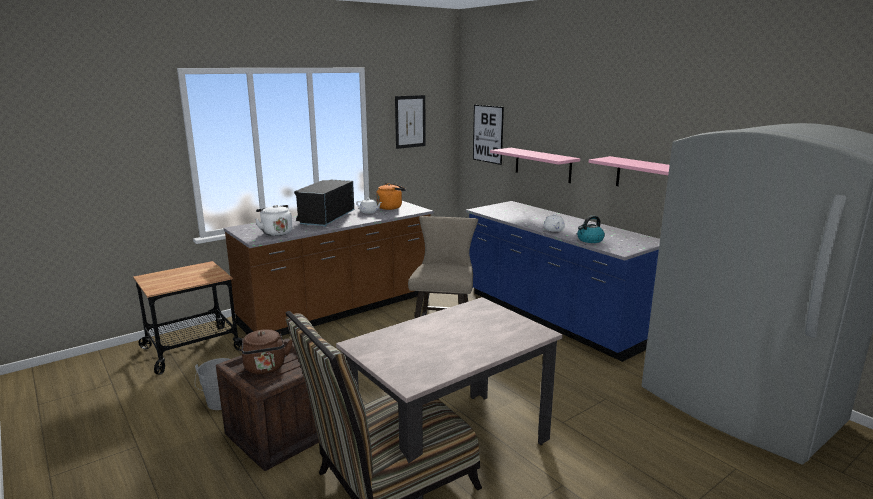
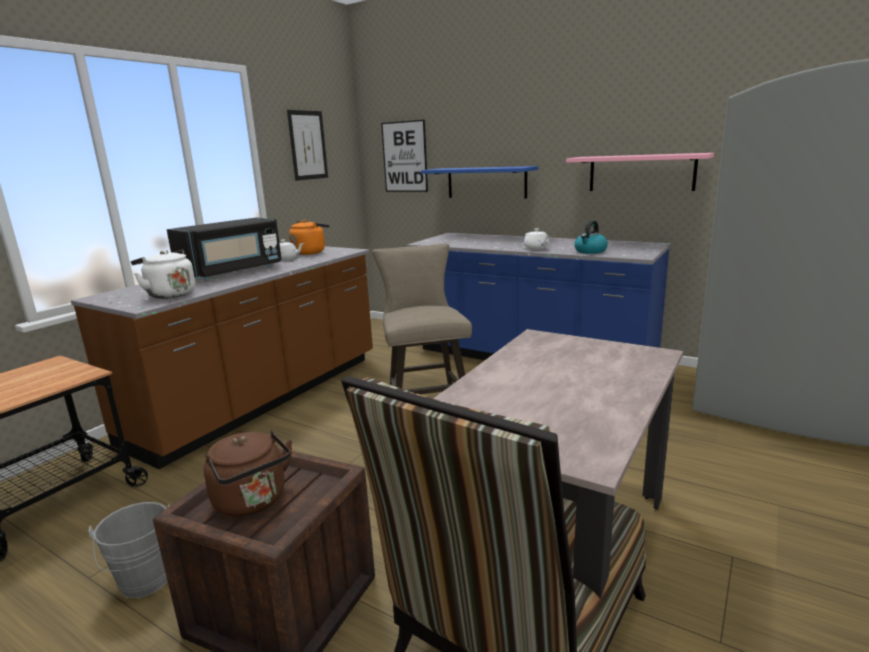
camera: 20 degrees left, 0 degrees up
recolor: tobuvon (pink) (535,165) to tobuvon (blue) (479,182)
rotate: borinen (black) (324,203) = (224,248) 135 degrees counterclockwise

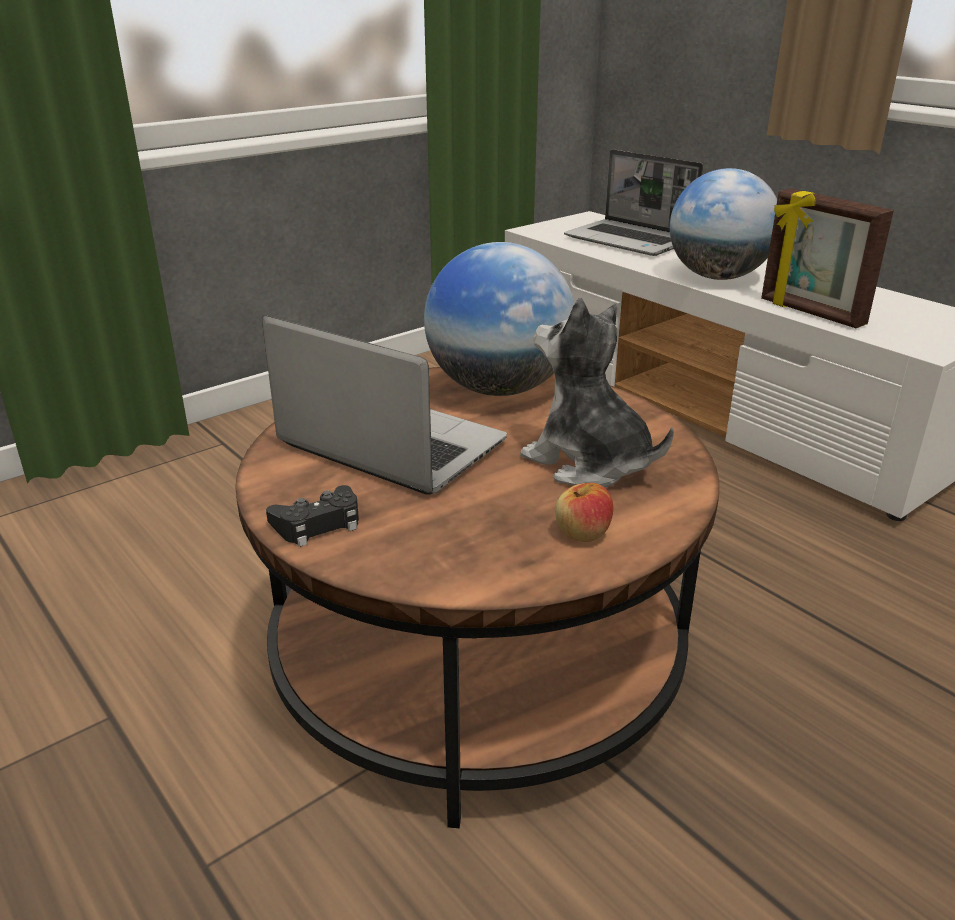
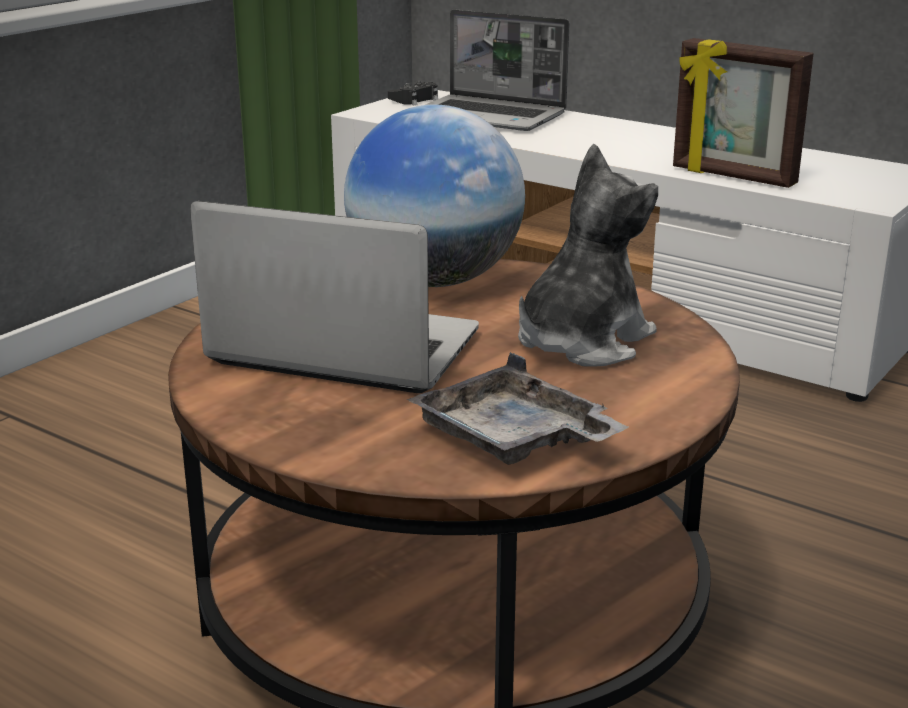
camera: 15 degrees left, 5 degrees down
delete: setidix (584,512); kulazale (723,224)
insert: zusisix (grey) (517,408)
move: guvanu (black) (312,516) to (413,93)
rotate: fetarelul (597,393) = (588,254) 105 degrees clockwise

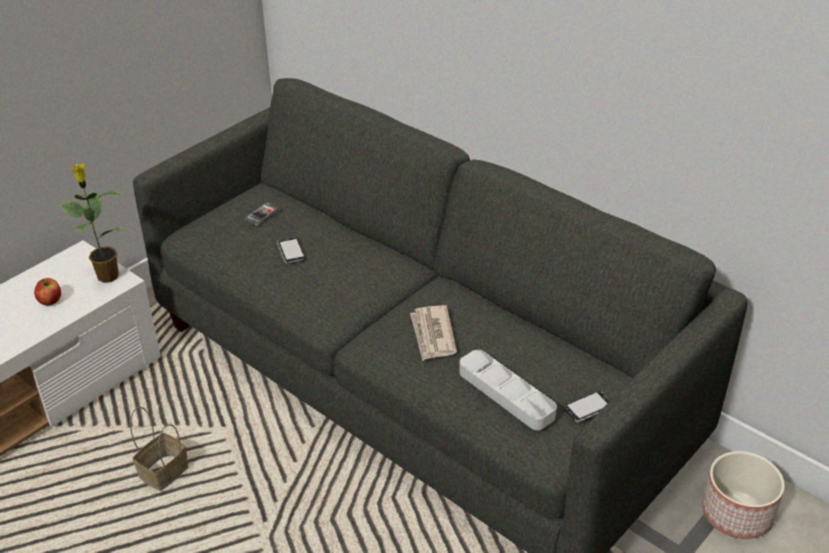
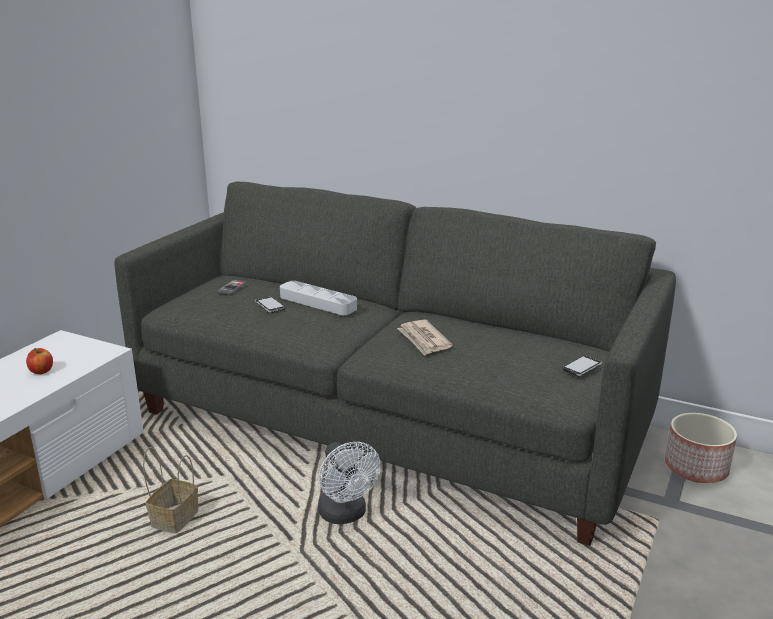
camera: 15 degrees left, 15 degrees down
delete: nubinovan (91,223)
insert: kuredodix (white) (349,483)
move: zusisix (grey) (508,390) to (318,298)

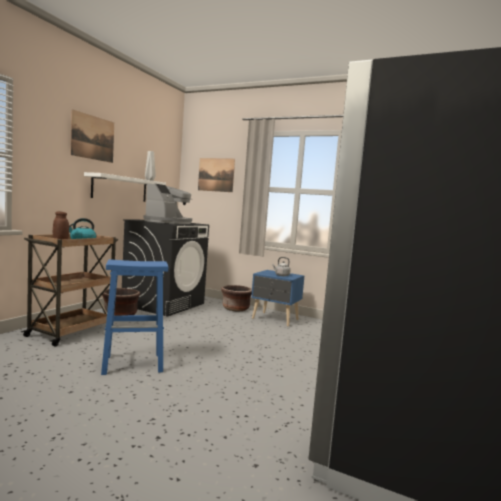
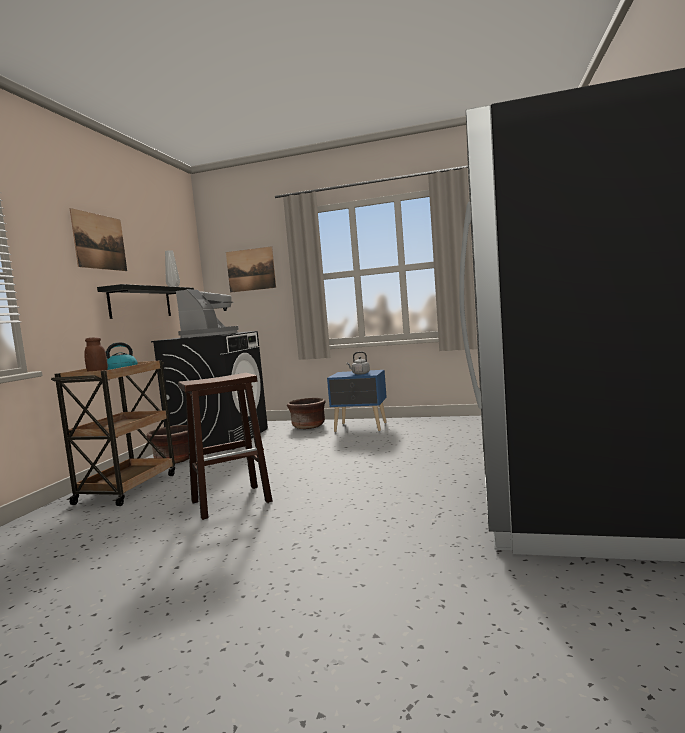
camera: 10 degrees left, 0 degrees up
recolor: tobuvon (white) (125,187) to tobuvon (black) (145,301); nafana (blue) (134,317) to nafana (brown) (225,446)

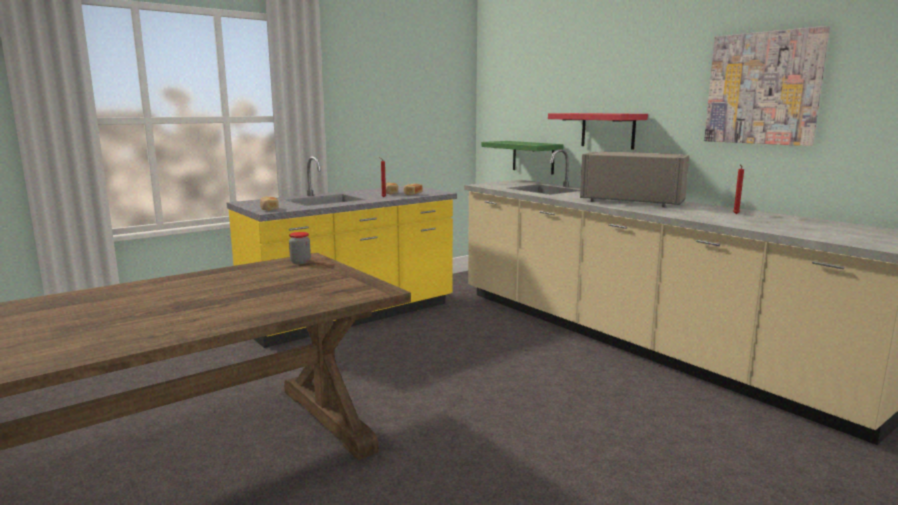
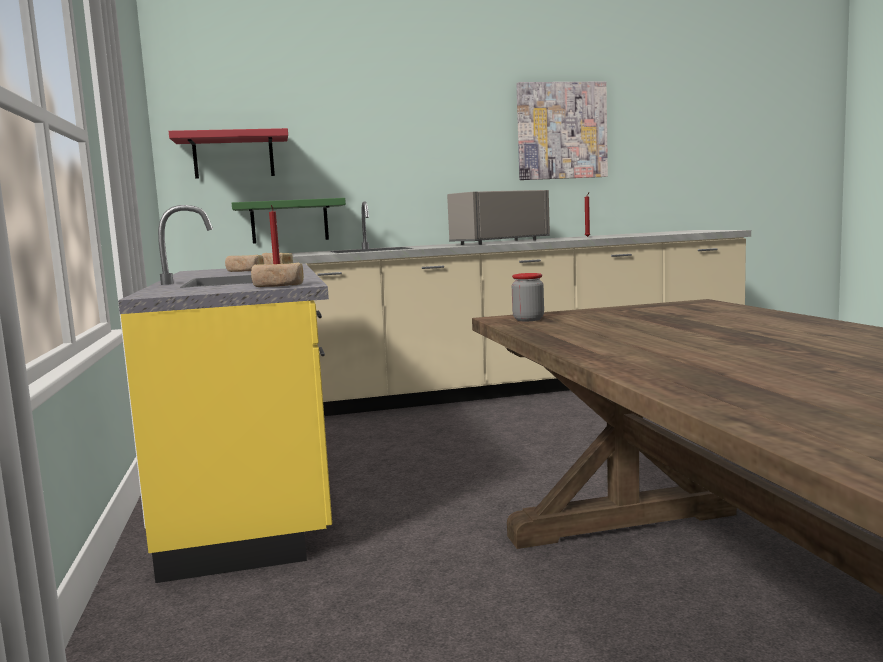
camera: 65 degrees left, 5 degrees down
move: tobuvon (red) (598,131) to (228,153)

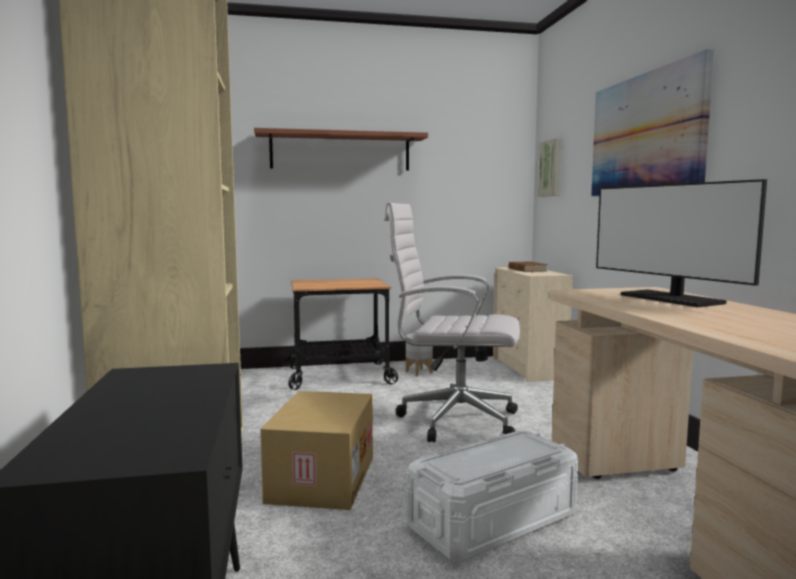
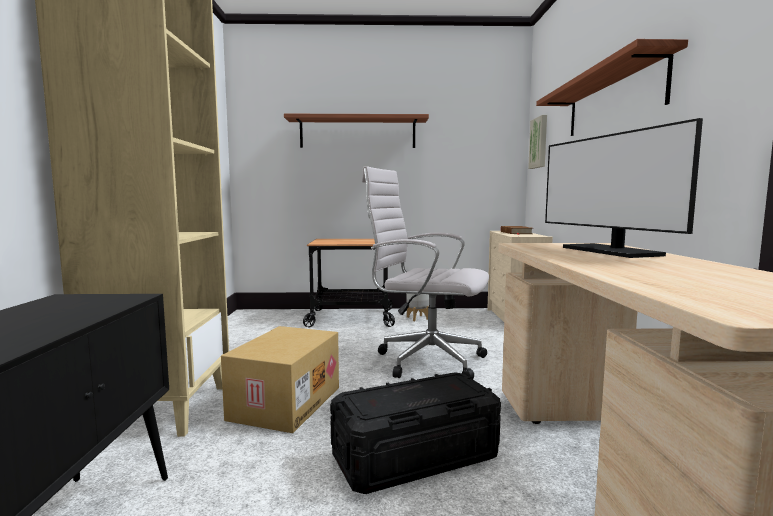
camera: 10 degrees right, 0 degrees up
replace: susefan (652,122) to tobuvon (612,87)
recolor: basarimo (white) (492,495) to basarimo (black) (415,433)

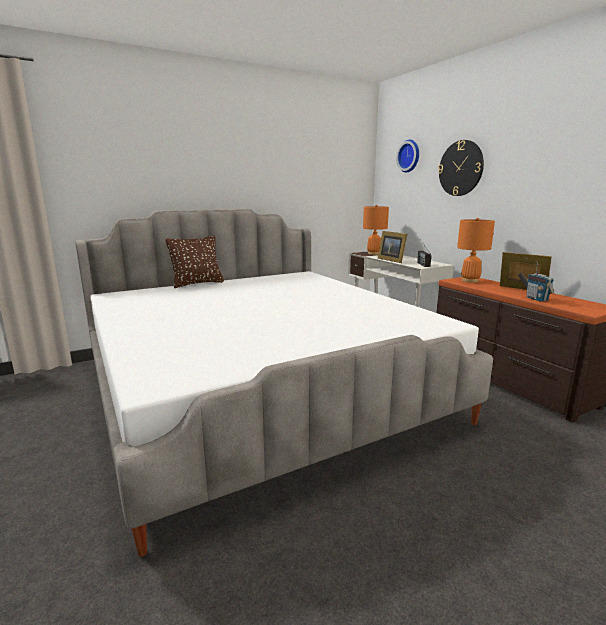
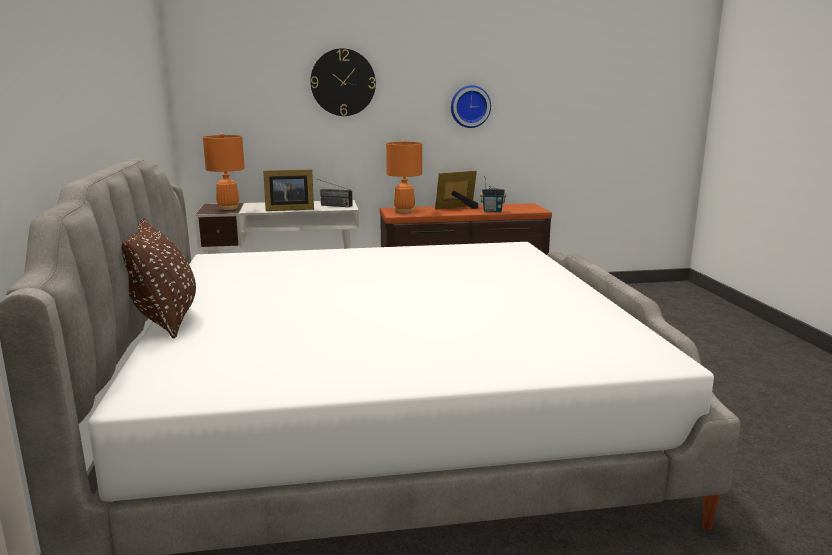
camera: 70 degrees left, 0 degrees up
move: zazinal (407,156) to (471,106)

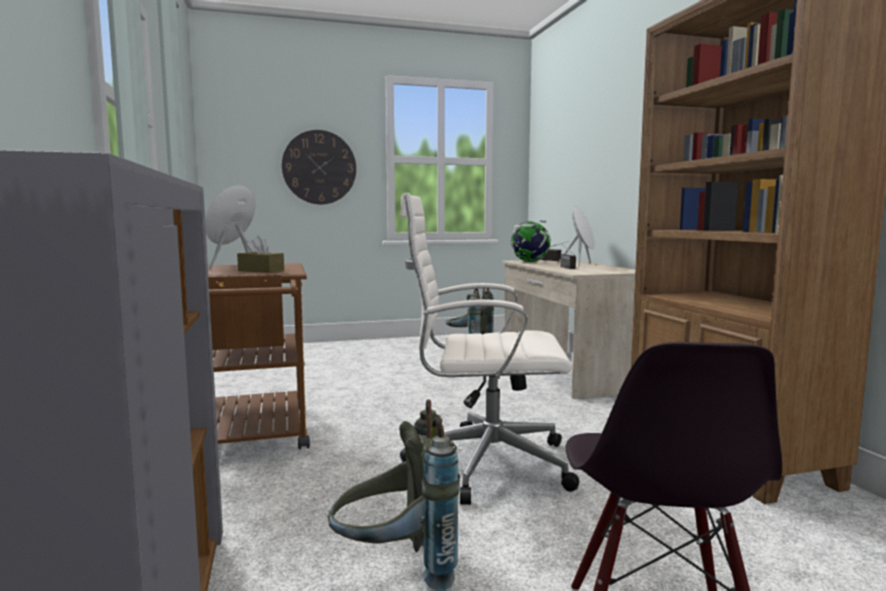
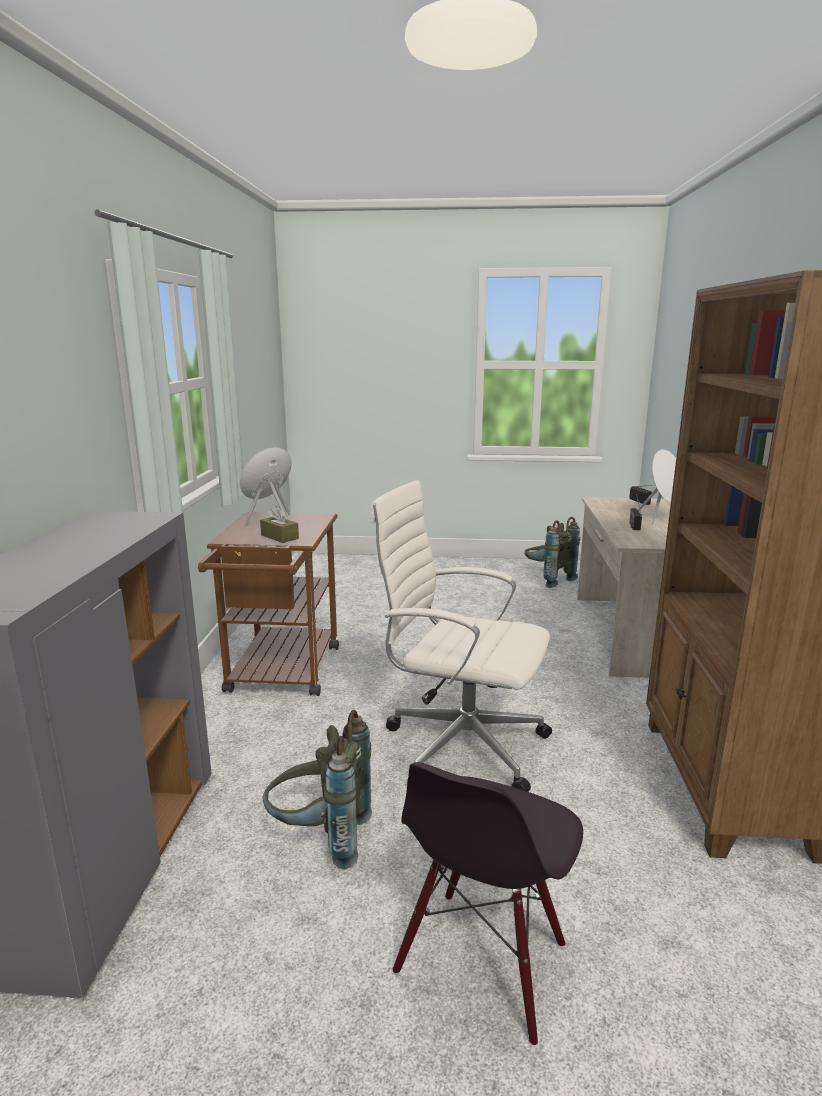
camera: 20 degrees right, 10 degrees up
delete: zazinal (319,167); kulazale (530,241)

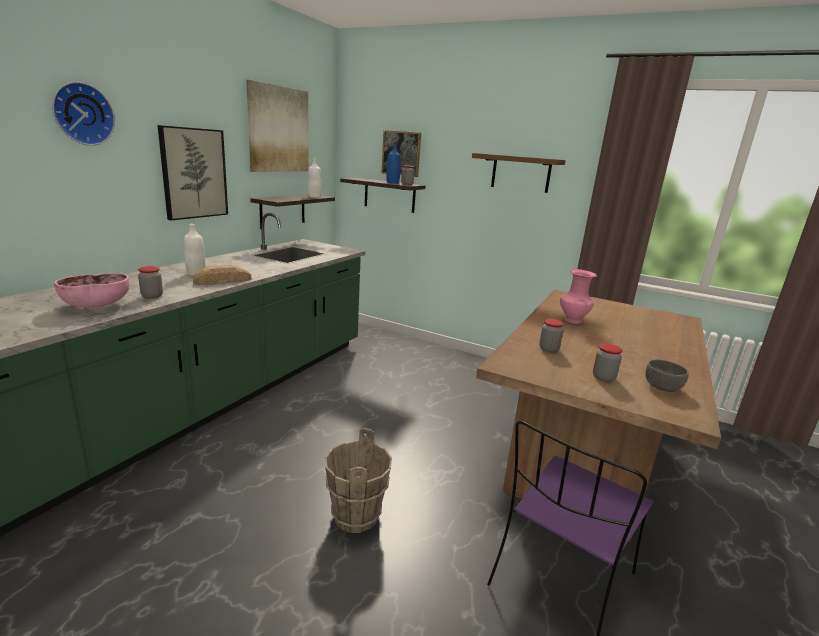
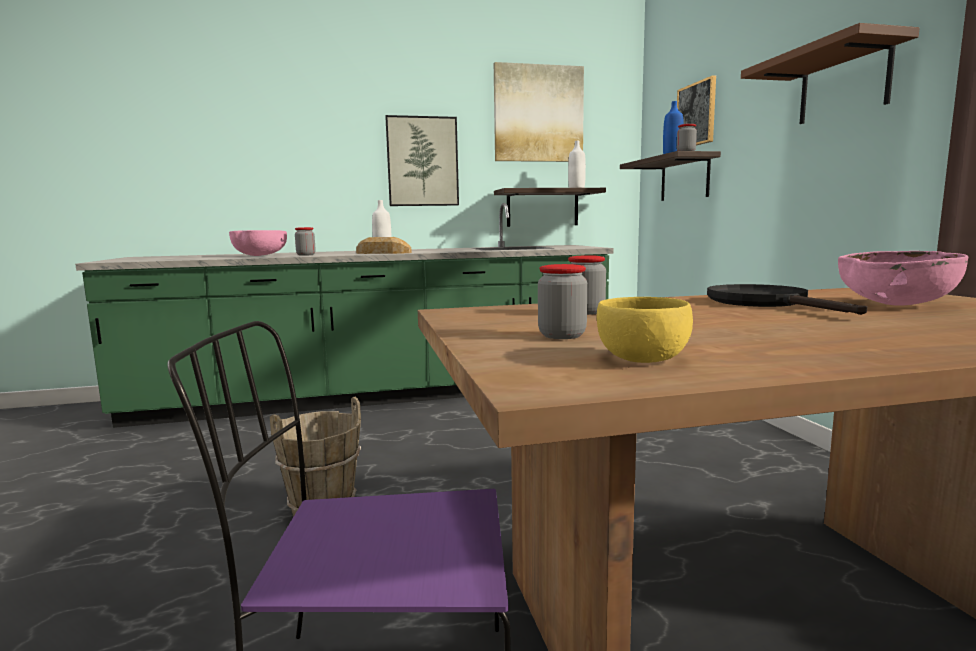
camera: 50 degrees right, 10 degrees down
delete: zazinal (83,114)
insert: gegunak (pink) (903,278)
replace: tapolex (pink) (578,296) to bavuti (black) (787,299)
recolor: gegunak (grey) (666,376) to gegunak (yellow) (645,330)

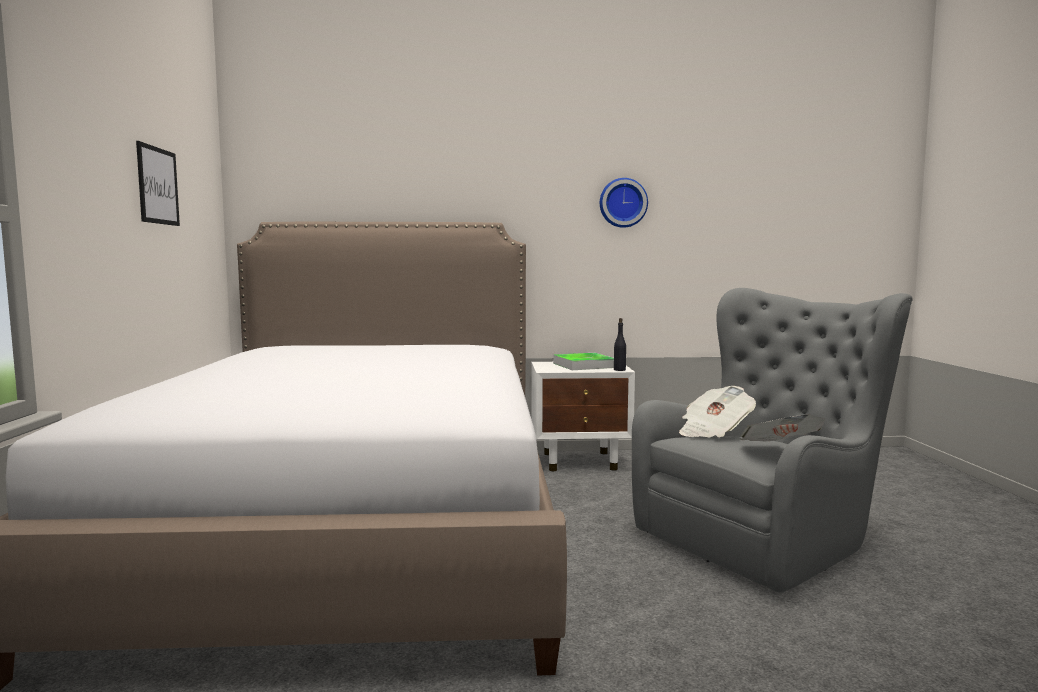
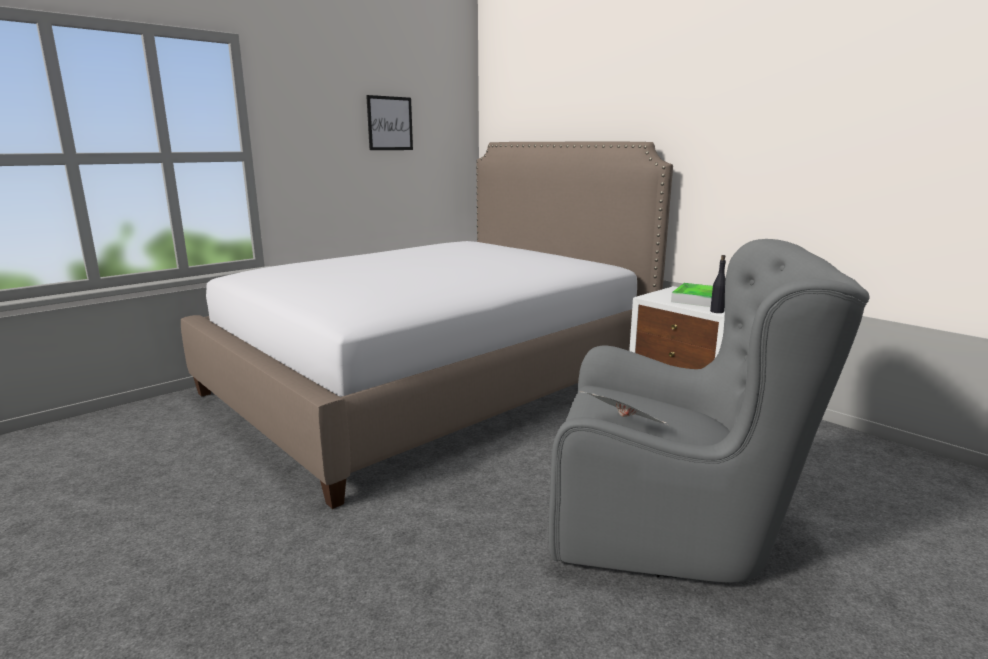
camera: 50 degrees right, 10 degrees up
delete: zazinal (624,203); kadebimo (717,411)

